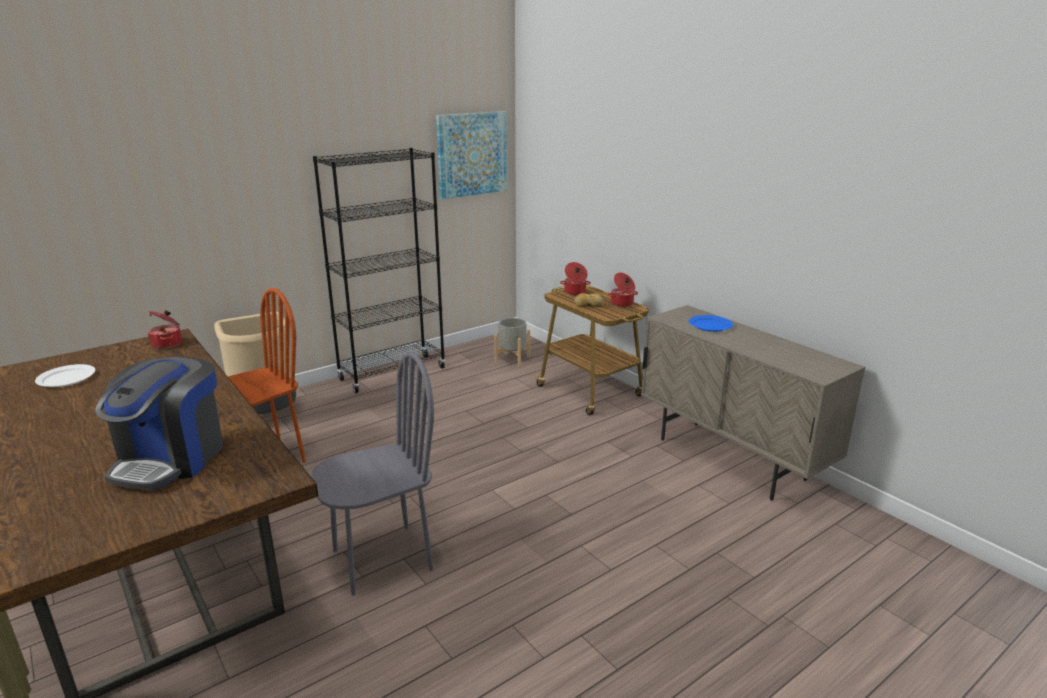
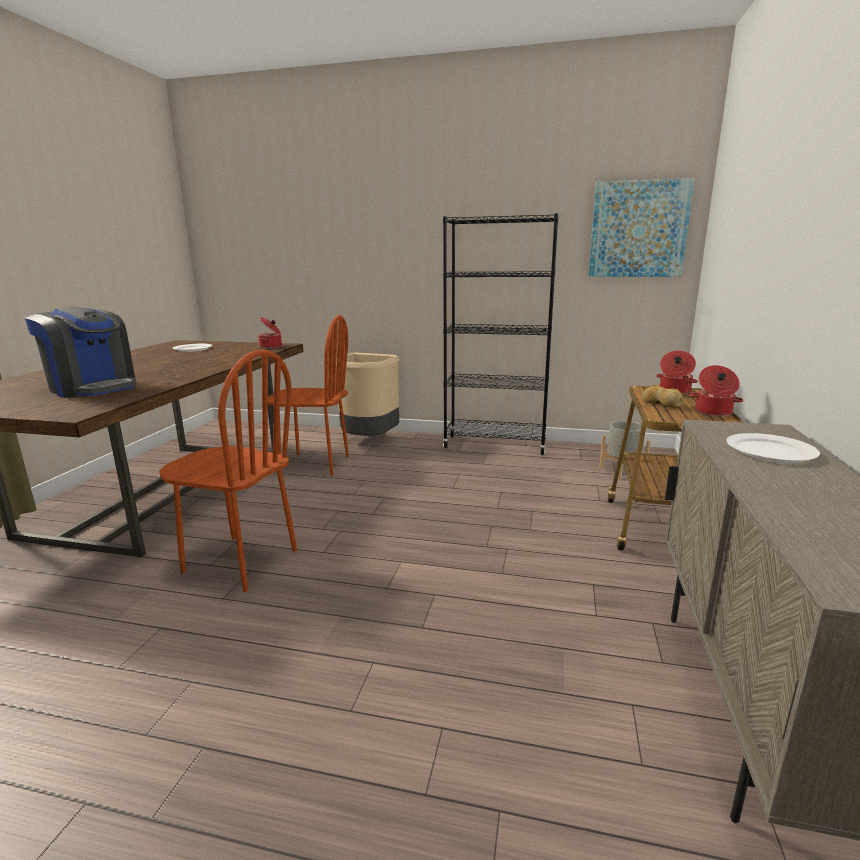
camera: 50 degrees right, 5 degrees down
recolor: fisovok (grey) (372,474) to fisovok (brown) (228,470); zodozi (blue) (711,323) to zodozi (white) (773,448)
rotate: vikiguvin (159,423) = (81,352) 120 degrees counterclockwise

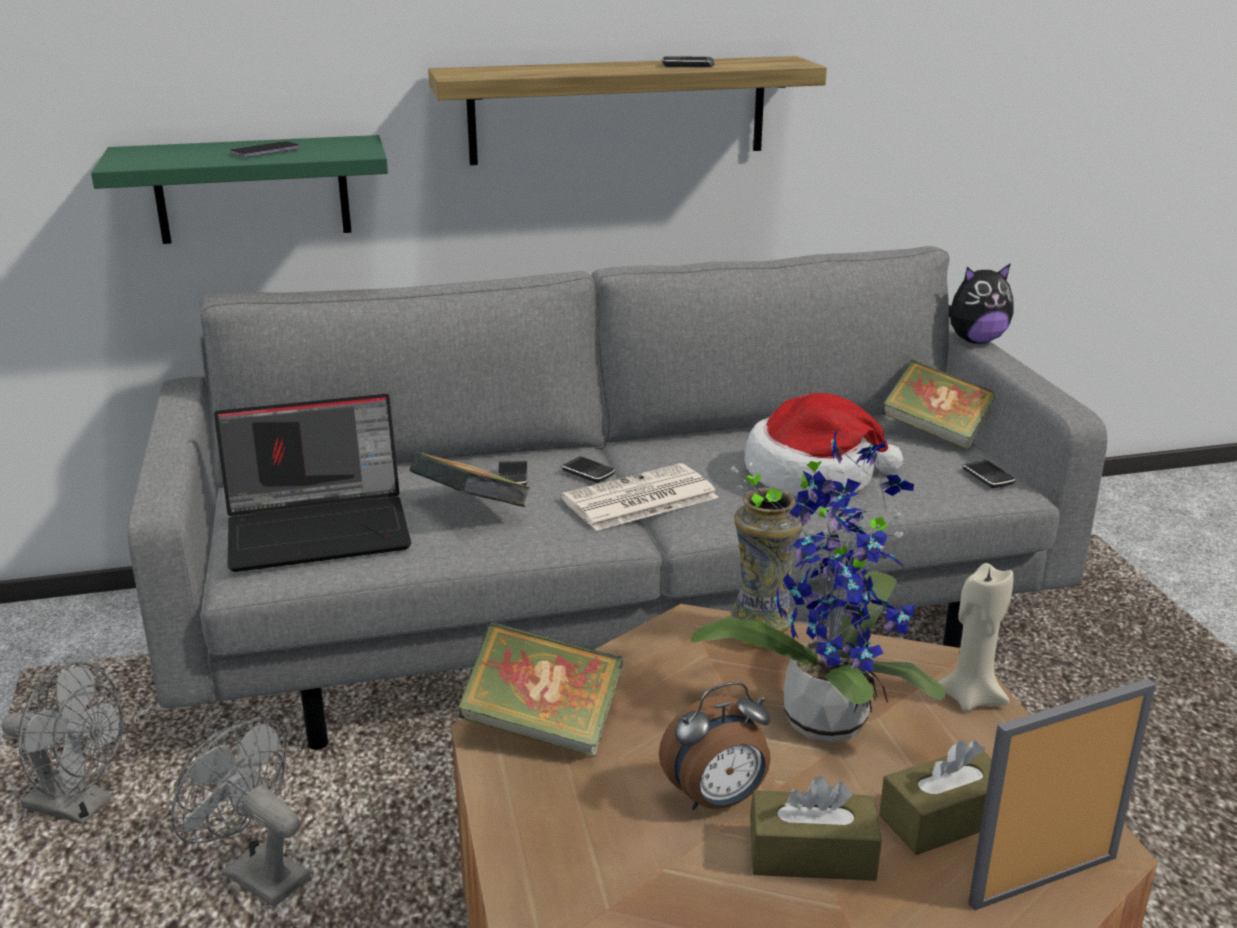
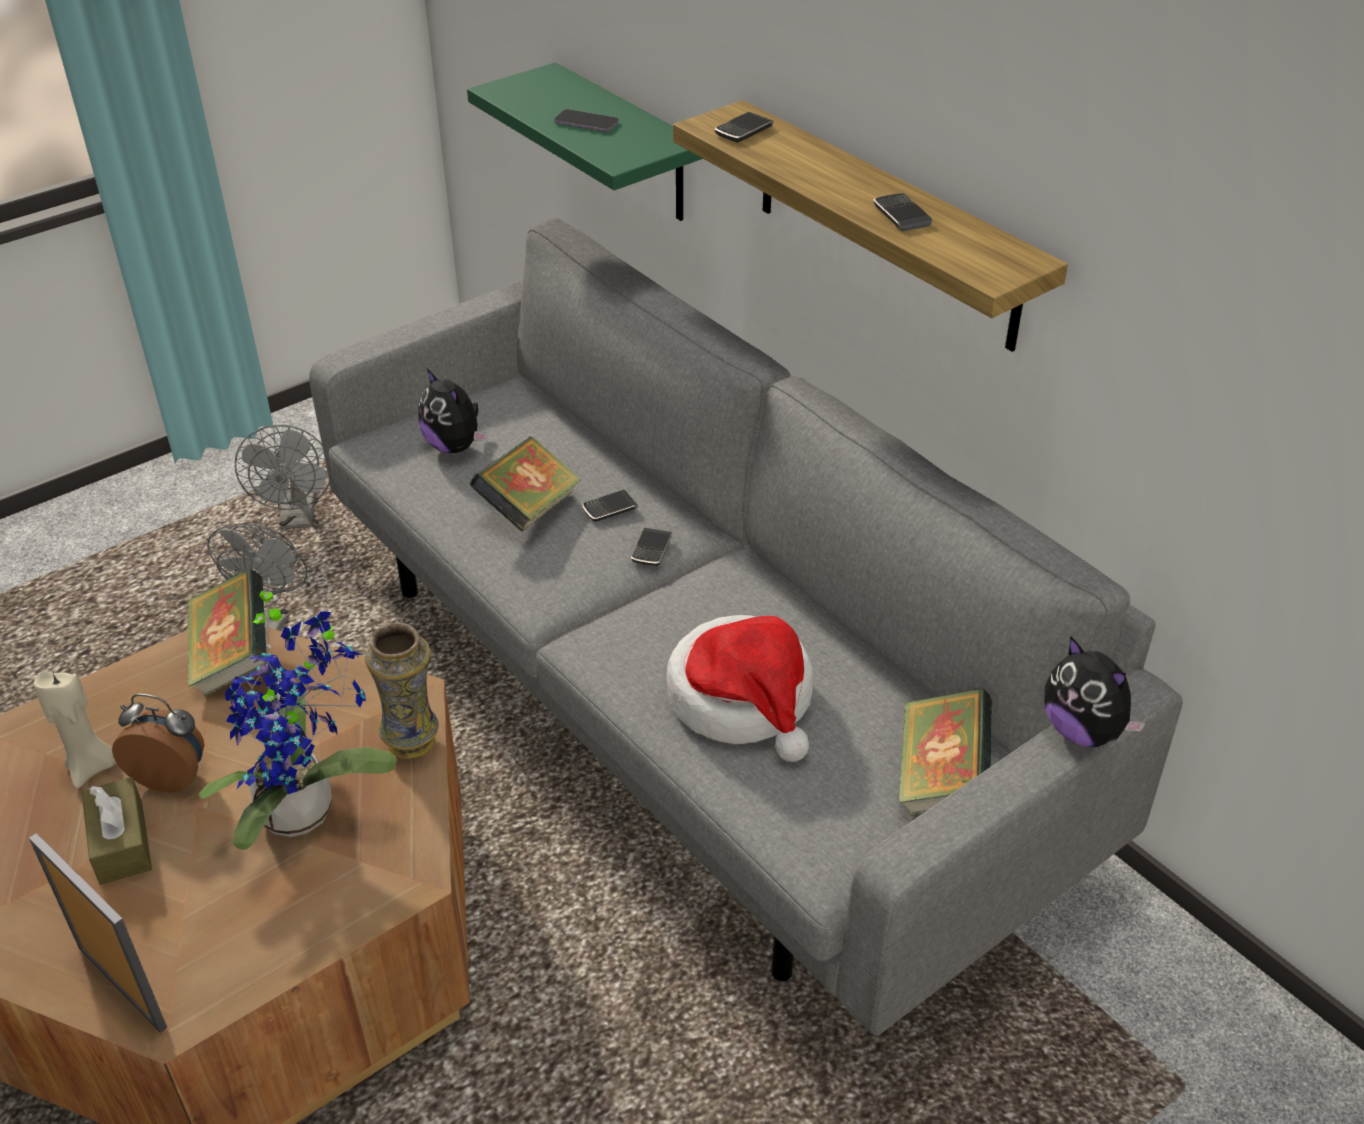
camera: 65 degrees right, 15 degrees up
delete: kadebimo (640,497); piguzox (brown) (935,797)
move: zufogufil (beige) (975,637) to (74,729); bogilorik (989,474) to (744,127)
replace: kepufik (312,483) to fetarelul (452,410)
rotate: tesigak (715,746) = (158,743) 150 degrees clockwise

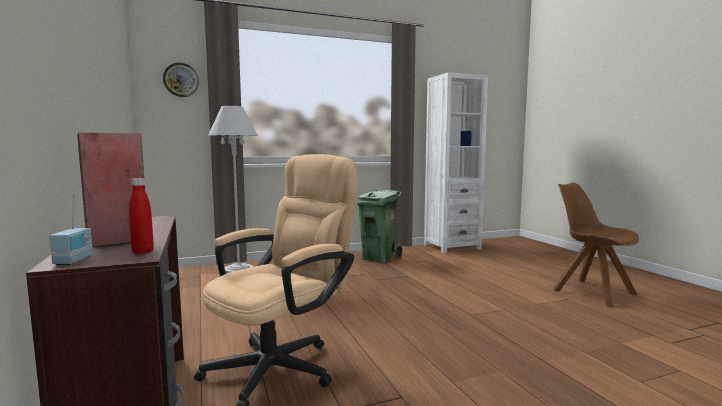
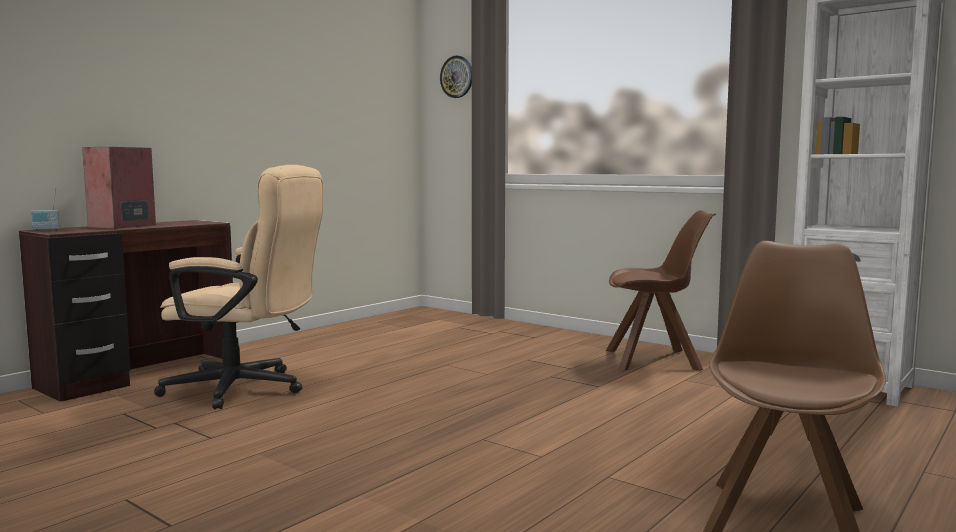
camera: 60 degrees right, 0 degrees up
delete: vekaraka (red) (141,216); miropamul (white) (233,189)
replace: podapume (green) (380,226) to fisovok (brown) (661,290)

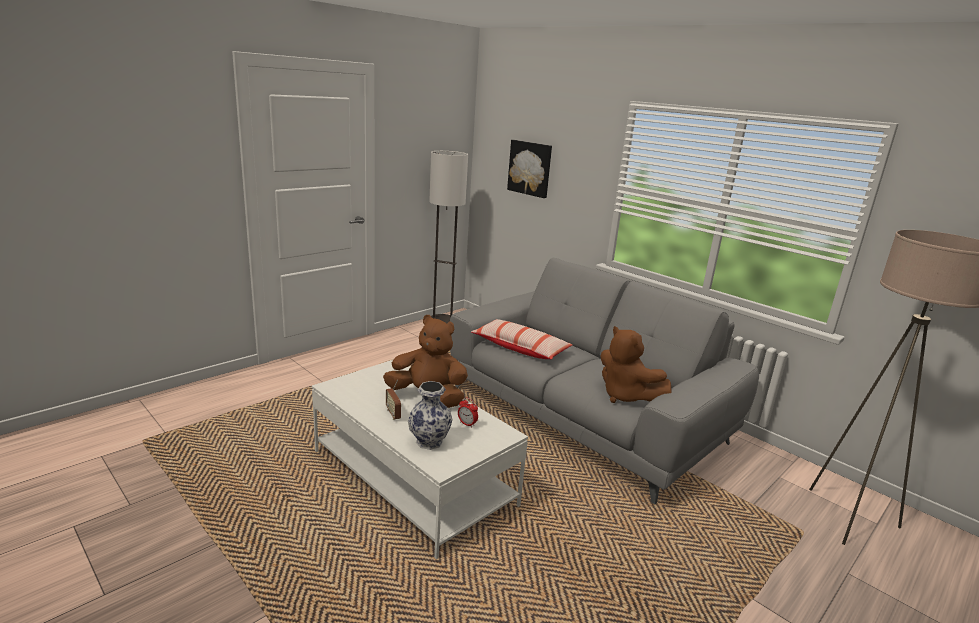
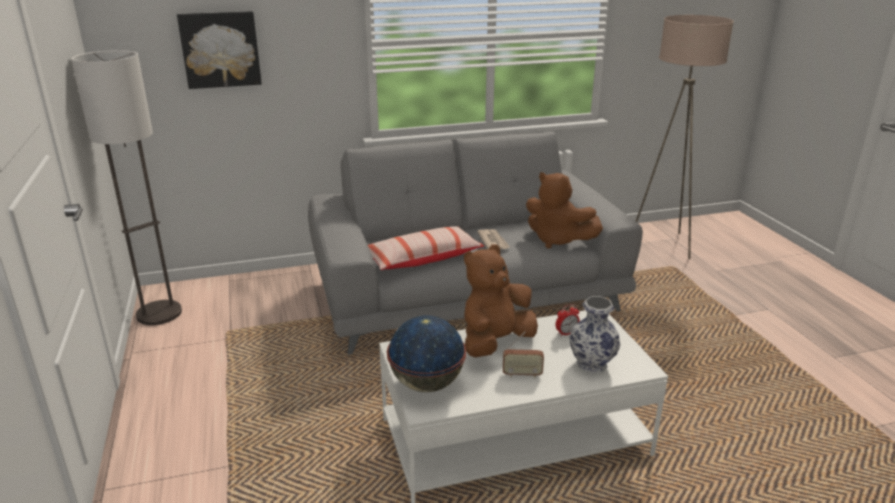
camera: 60 degrees left, 5 degrees up
insert: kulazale (426,354); kadebimo (493,239)
rotate: fetarelul (brown) (636,364) = (564,210) 45 degrees clockwise

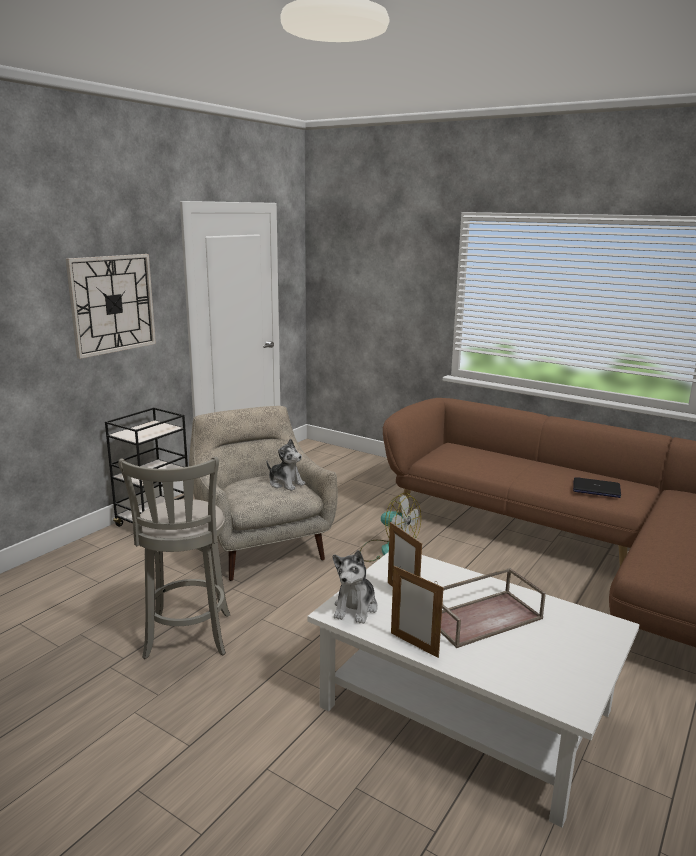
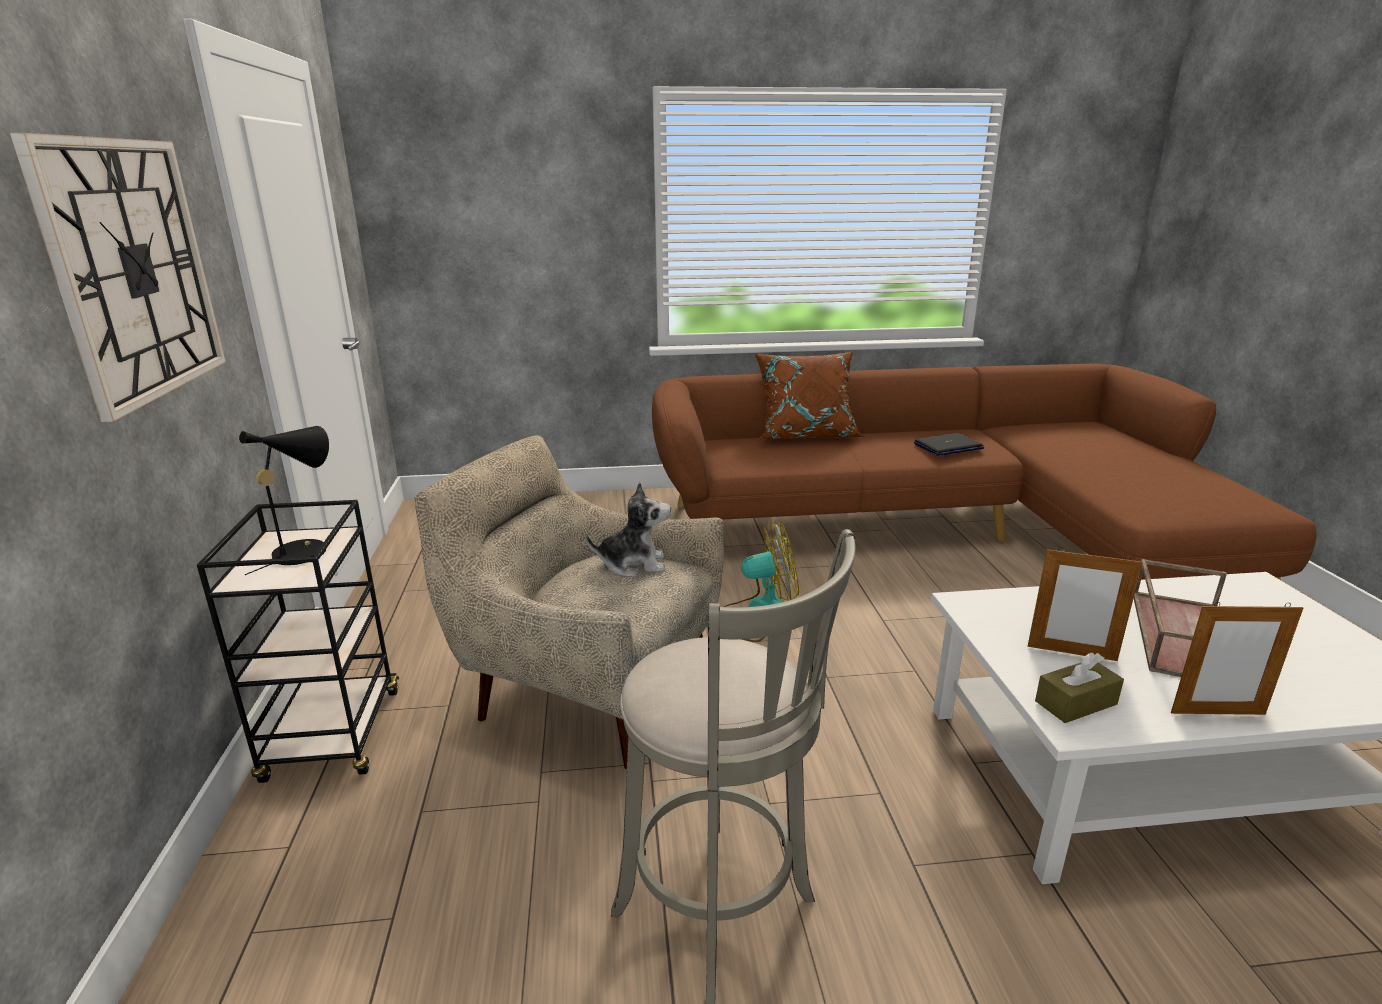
camera: 40 degrees left, 5 degrees up
insert: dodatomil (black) (284,500); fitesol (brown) (809,396)
replace: fetarelul (355,587) to piguzox (brown) (1079,688)

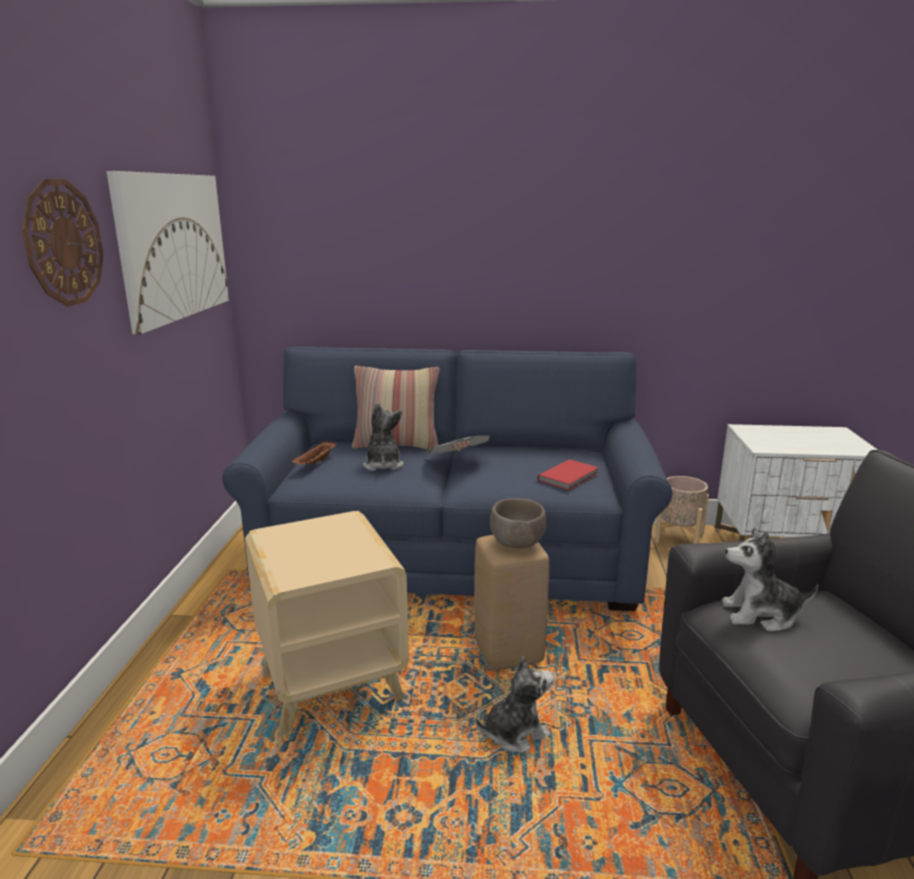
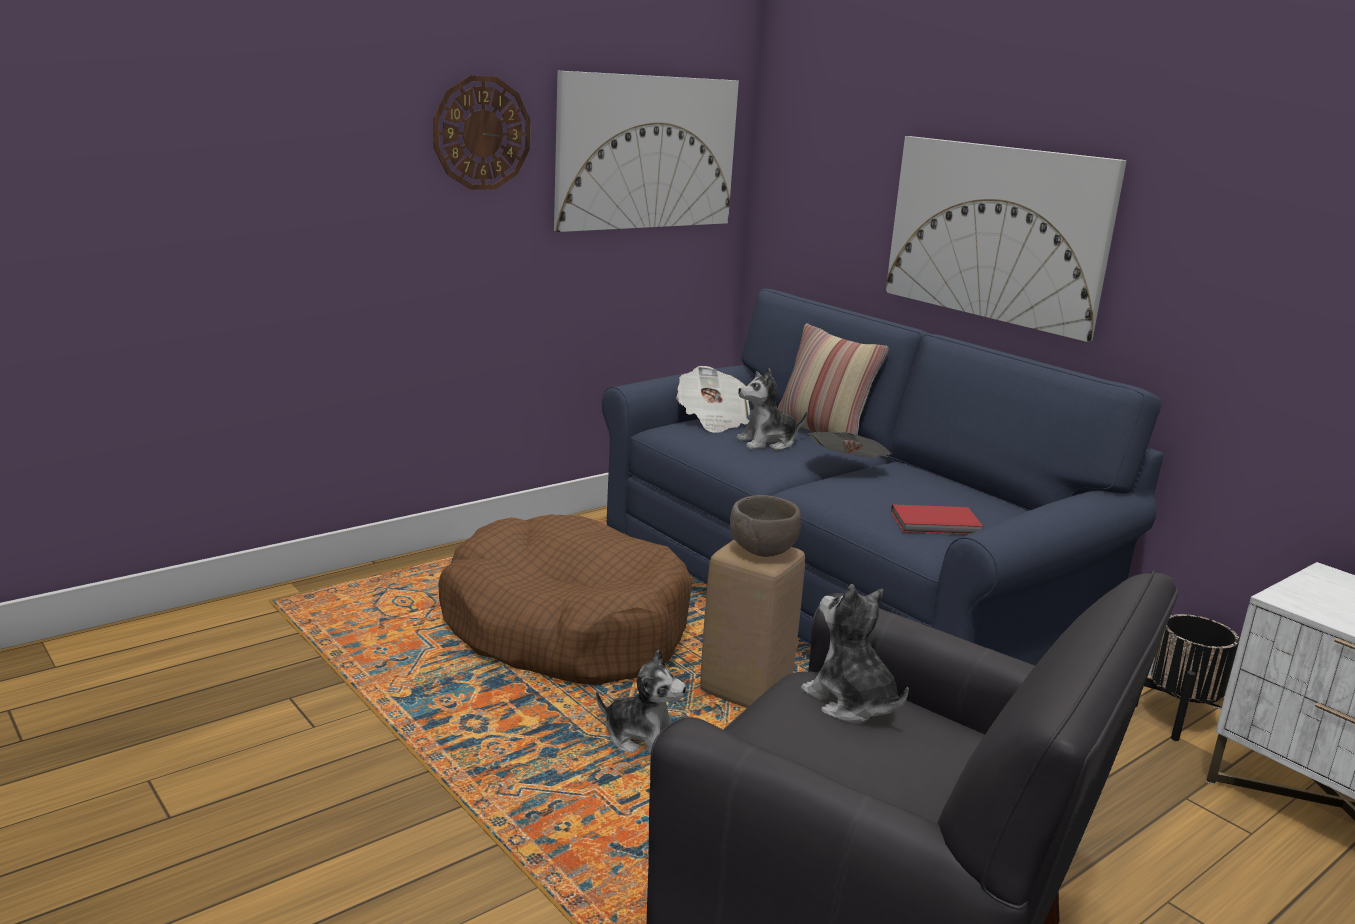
camera: 45 degrees right, 0 degrees up
insert: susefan (1006,239)
replace: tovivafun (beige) (327,623) to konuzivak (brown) (565,600); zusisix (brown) (314,452) to kadebimo (713,399)
recolor: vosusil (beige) (682,509) to vosusil (black) (1187,677)
rotate: fetarelul (383,437) = (771,409) 150 degrees counterclockwise

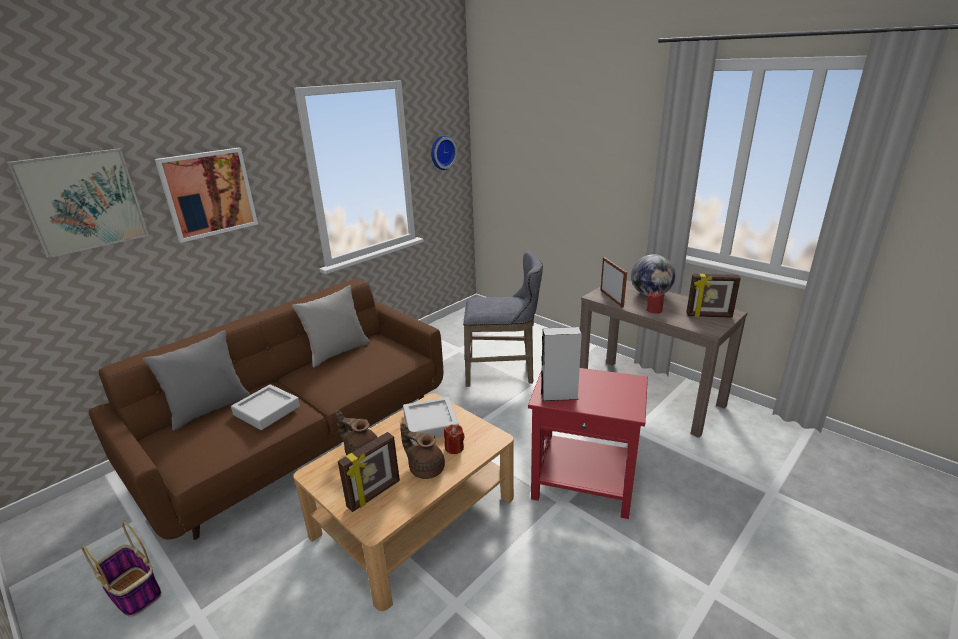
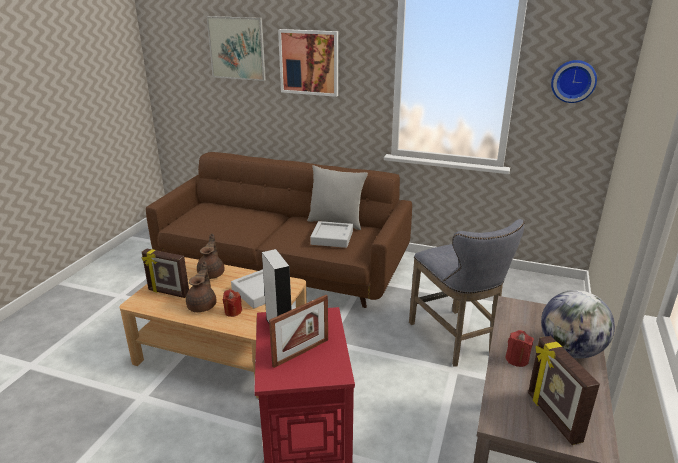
camera: 65 degrees right, 0 degrees up
delete: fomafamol (121,569); fitesol (grey) (197,380)
move: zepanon (613,282) to (298,331); zusisix (grey) (265,407) to (331,234)

